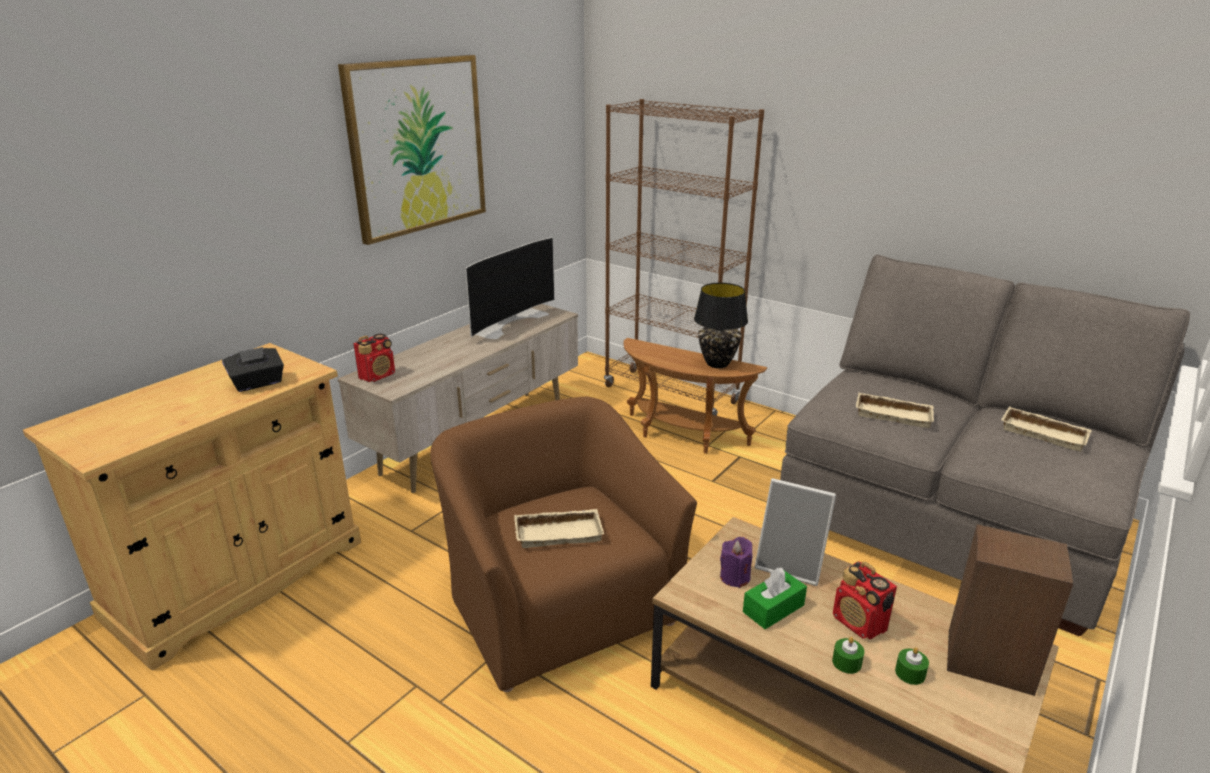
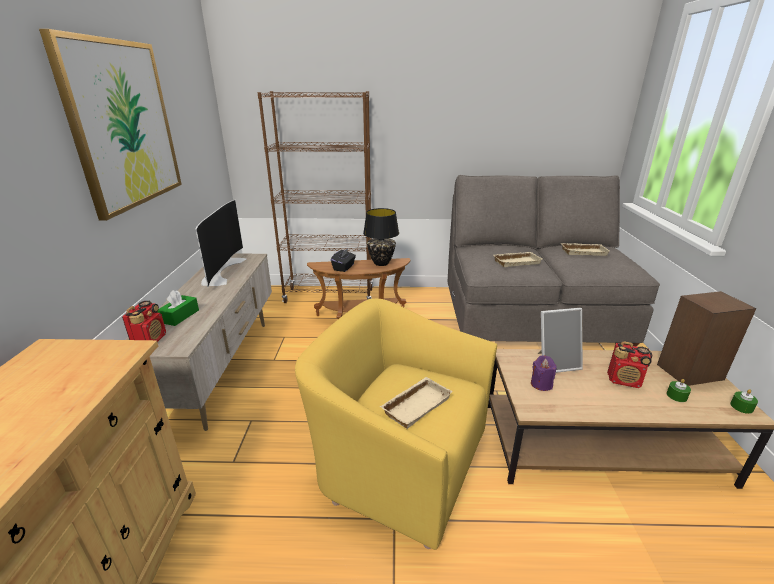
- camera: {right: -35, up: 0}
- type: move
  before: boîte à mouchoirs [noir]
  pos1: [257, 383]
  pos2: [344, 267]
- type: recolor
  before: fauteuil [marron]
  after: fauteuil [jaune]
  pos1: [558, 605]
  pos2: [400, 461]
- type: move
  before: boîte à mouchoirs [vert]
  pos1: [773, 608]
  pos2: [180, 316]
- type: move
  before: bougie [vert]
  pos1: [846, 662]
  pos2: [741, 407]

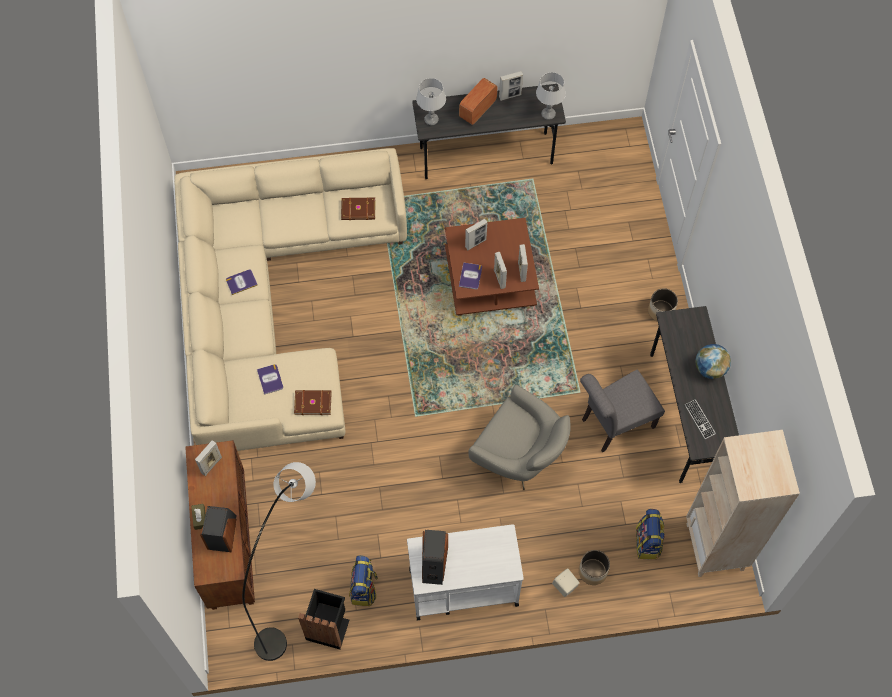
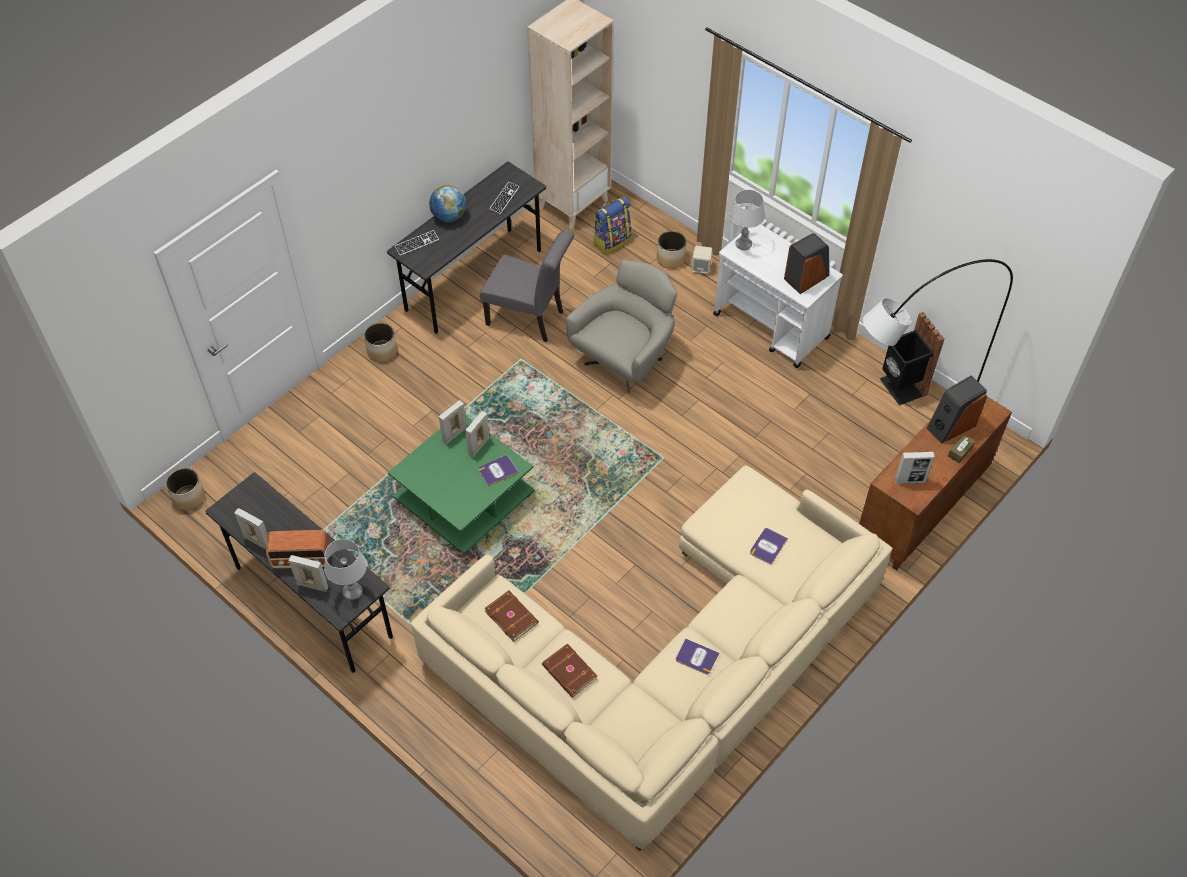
- camera: {right: -130, up: -10}
- type: move
  before: lampe de table [gris]
  pos1: [548, 114]
  pos2: [743, 244]
- type: recolor
  before: table basse [marron]
  after: table basse [vert]
  pos1: [489, 277]
  pos2: [464, 500]
- type: move
  before: cadre photo
  pos1: [475, 243]
  pos2: [312, 585]
- type: rotate
  before: fauteuil [gris]
  pos1: [519, 458]
  pos2: [625, 360]
  turn: 45
- type: move
  before: livre [marron]
  pos1: [312, 402]
  pos2: [569, 672]
- type: delete
  before: sac à dos
  pos1: [364, 588]
- type: insert
  after: clavier
  pos2: [417, 244]
- type: insert
  after: cache-pot
  pos2: [189, 497]

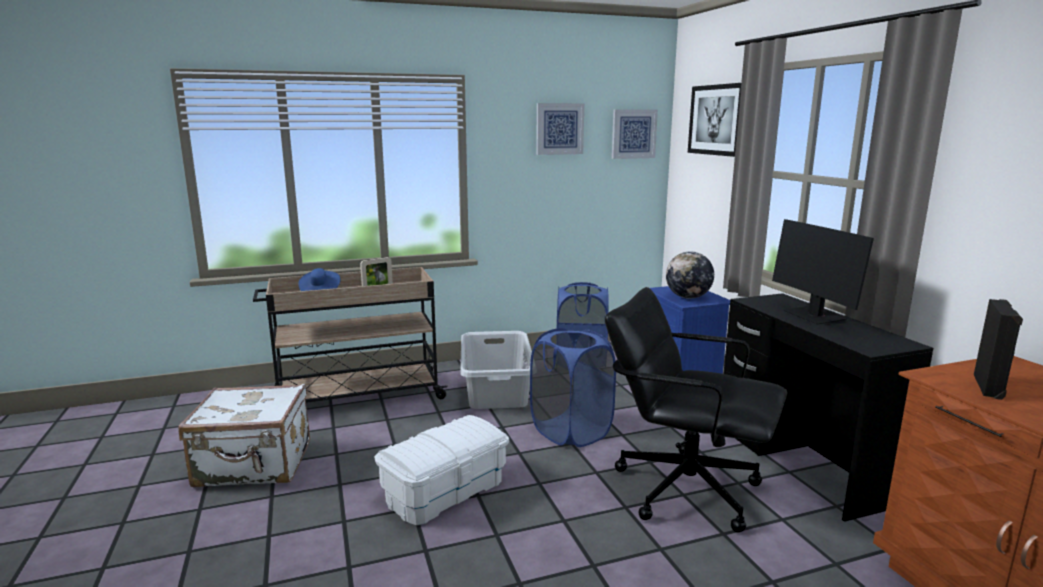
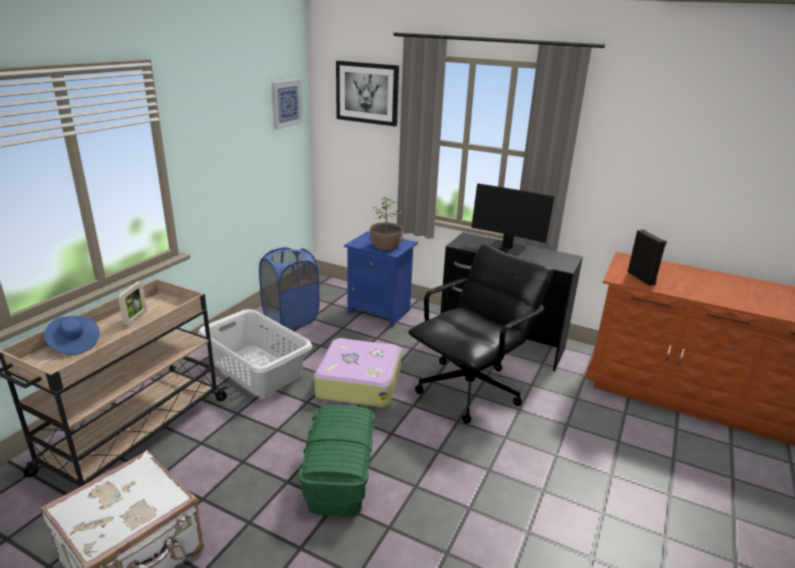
- camera: {right: -45, up: 10}
- type: delete
  before: tableau
  pos1: [559, 129]
- type: replace
  before: globe
  after: plante en pot
  pos1: [688, 297]
  pos2: [386, 246]
- type: rotate
  before: chaise de bureau [noir]
  pos1: [685, 488]
  pos2: [470, 390]
  turn: 150
- type: replace
  before: panier à linge [bleu]
  after: valise
  pos1: [570, 431]
  pos2: [359, 382]
- type: recolor
  before: boîte de rangement [blanc]
  after: boîte de rangement [vert]
  pos1: [445, 491]
  pos2: [339, 476]

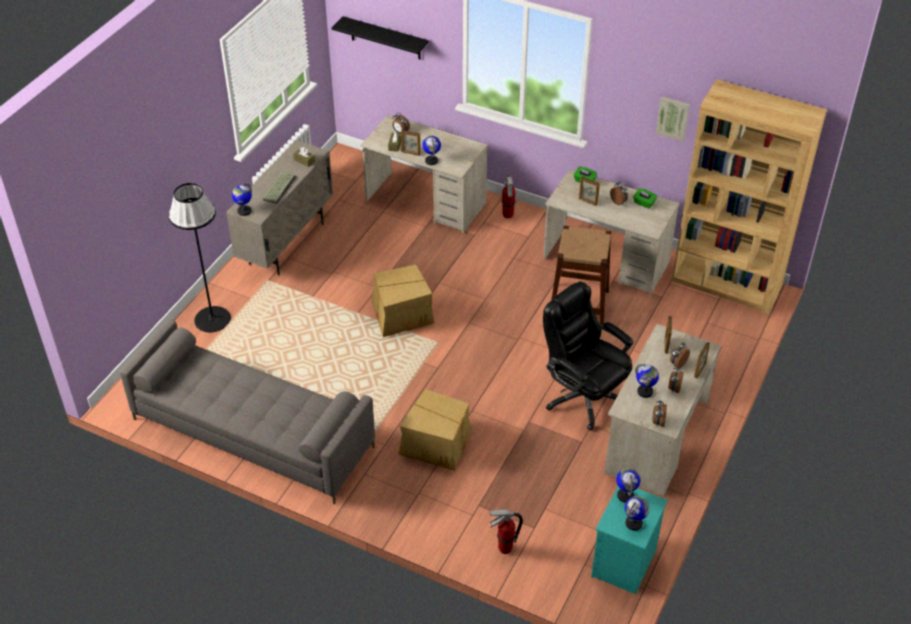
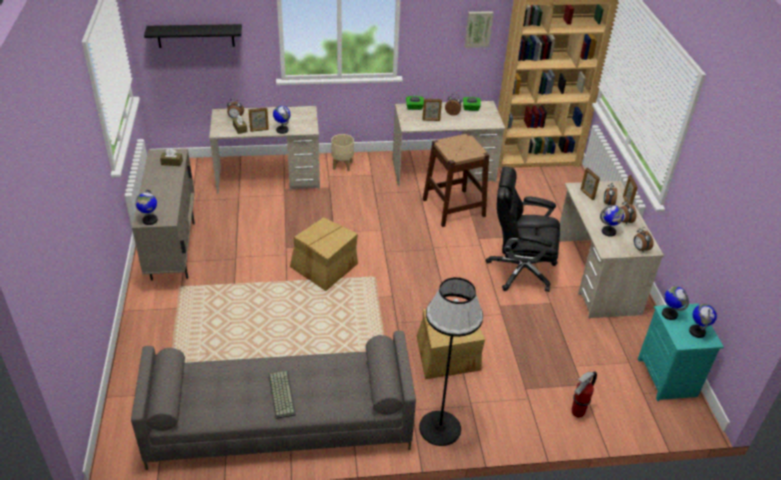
- camera: {right: -35, up: -5}
- type: move
  before: clavier
  pos1: [279, 188]
  pos2: [280, 394]
- type: replace
  before: extincteur
  after: cache-pot [beige]
  pos1: [508, 215]
  pos2: [342, 165]
- type: move
  before: lampadaire [noir]
  pos1: [212, 319]
  pos2: [440, 428]

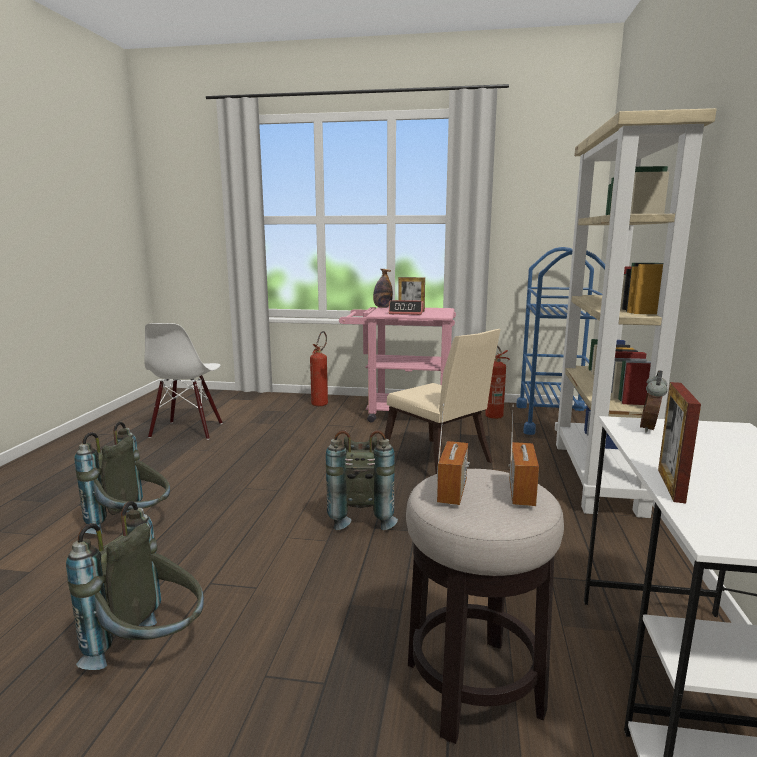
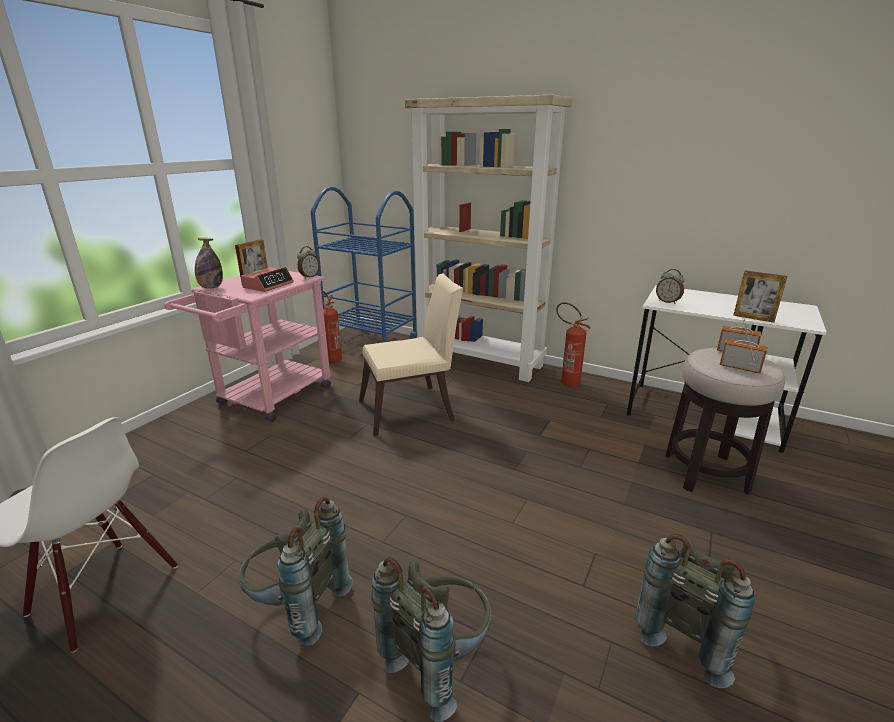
- camera: {right: -70, up: 10}
- type: move
  before: extincteur
  pos1: [321, 403]
  pos2: [566, 381]
- type: move
  before: sac à dos [gris]
  pos1: [361, 516]
  pos2: [297, 607]
- type: insert
  after: réveil
  pos2: [309, 277]

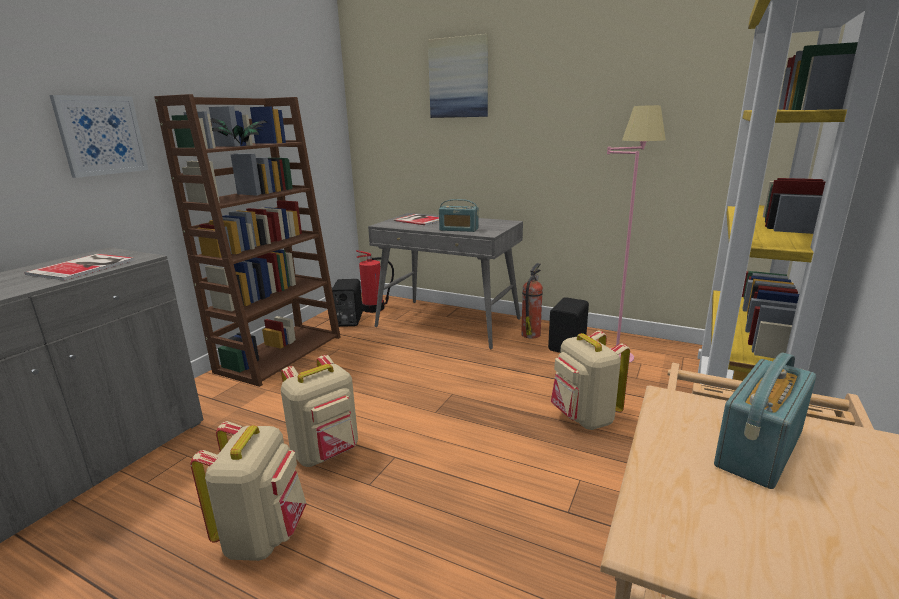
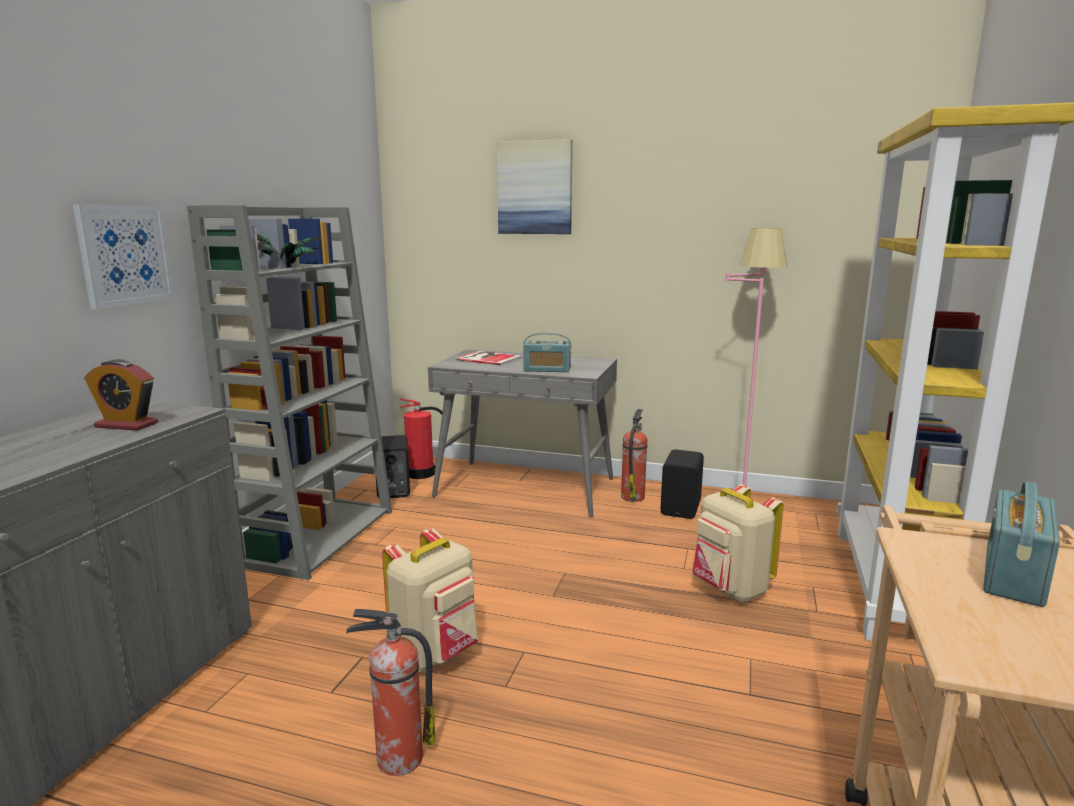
- camera: {right: -10, up: -5}
- type: recolor
  before: bibliothèque [marron]
  after: bibliothèque [gris]
  pos1: [280, 353]
  pos2: [319, 536]
- type: replace
  before: livre
  after: réveil
  pos1: [85, 266]
  pos2: [126, 425]
- type: replace
  before: sac à dos [beige]
  after: extincteur
  pos1: [264, 535]
  pos2: [397, 758]

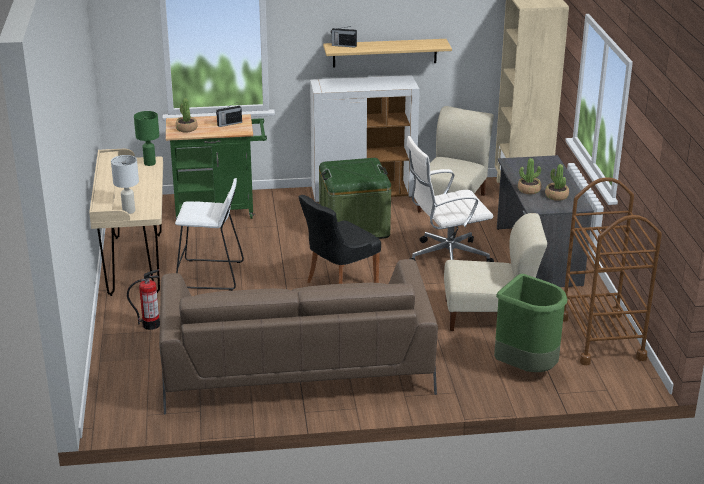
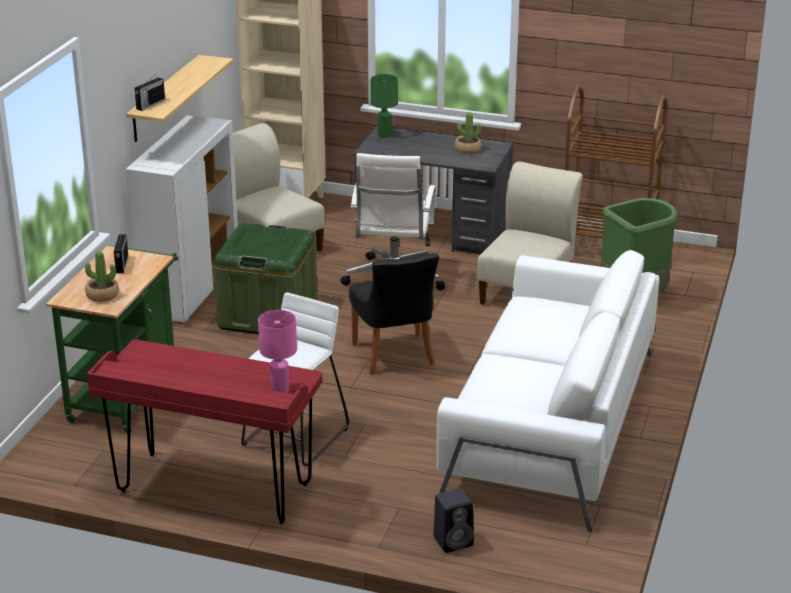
- camera: {right: -65, up: 0}
- type: move
  before: lampe de table [vert]
  pos1: [149, 163]
  pos2: [384, 135]
- type: recolor
  before: bureau [beige]
  after: bureau [rouge]
  pos1: [135, 264]
  pos2: [214, 489]
- type: recolor
  before: lampe de table [blanc]
  after: lampe de table [rose]
  pos1: [129, 211]
  pos2: [280, 390]
- type: delete
  before: plante en pot
  pos1: [529, 190]
- type: recolor
  before: canapé [marron]
  after: canapé [blanc]
  pos1: [296, 368]
  pos2: [551, 423]
- type: delete
  before: extincteur
  pos1: [151, 324]
- type: insert
  after: enceinte [noir]
  pos2: [454, 541]

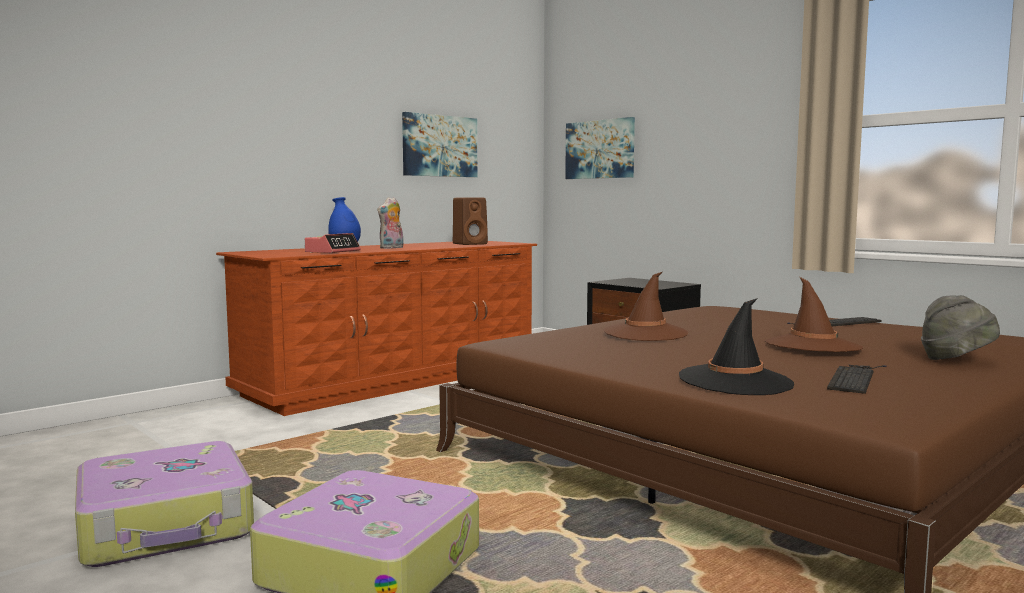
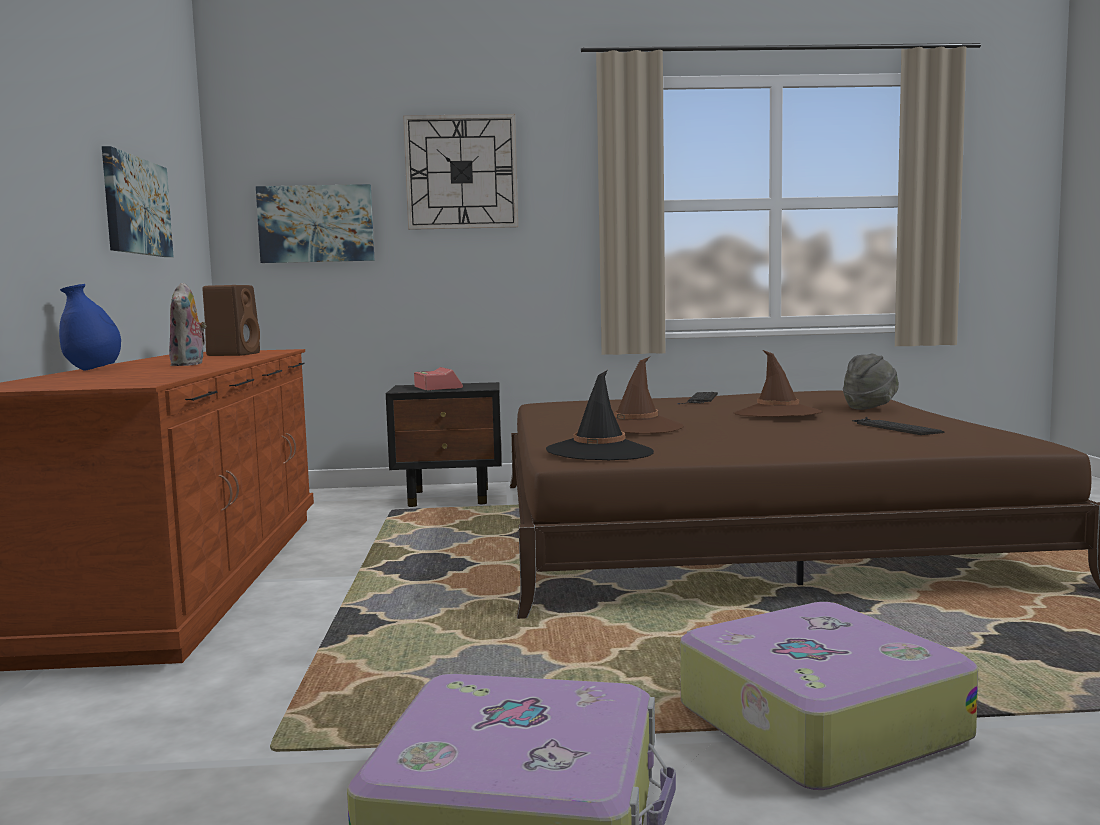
- camera: {right: -50, up: 0}
- type: move
  before: réveil
  pos1: [333, 251]
  pos2: [438, 388]
- type: move
  before: chapeau [noir]
  pos1: [735, 381]
  pos2: [600, 452]
- type: insert
  after: horloge murale
  pos2: [461, 172]

